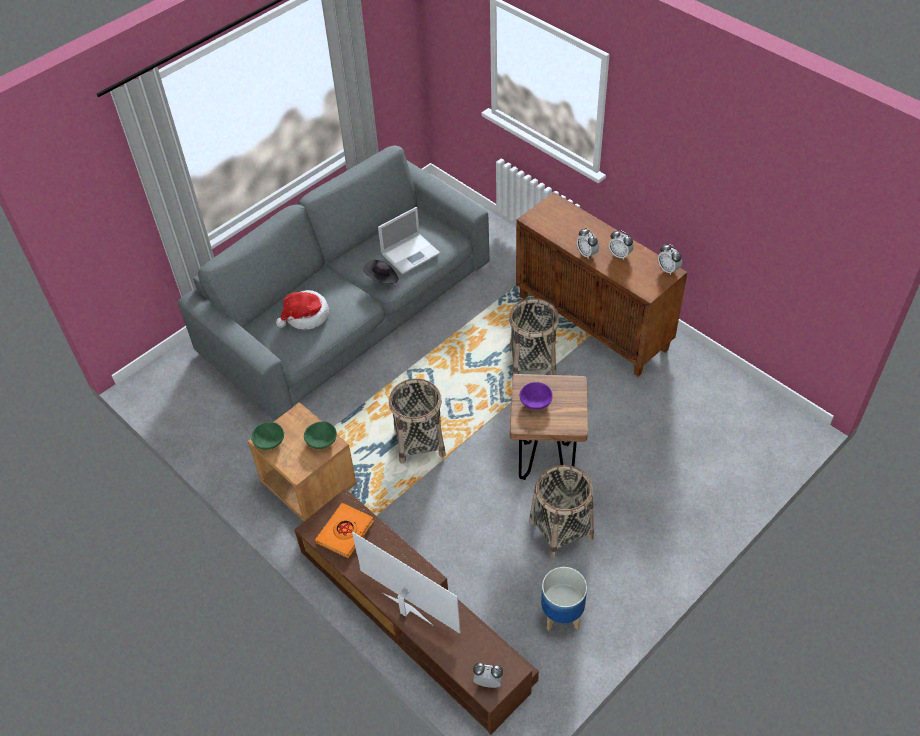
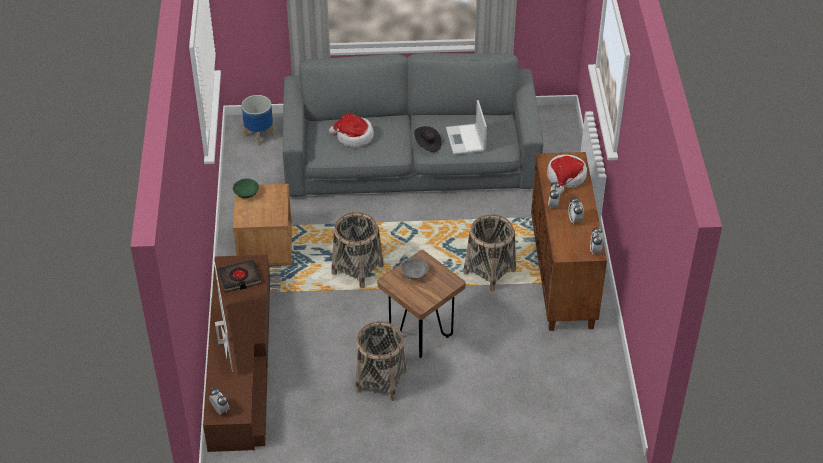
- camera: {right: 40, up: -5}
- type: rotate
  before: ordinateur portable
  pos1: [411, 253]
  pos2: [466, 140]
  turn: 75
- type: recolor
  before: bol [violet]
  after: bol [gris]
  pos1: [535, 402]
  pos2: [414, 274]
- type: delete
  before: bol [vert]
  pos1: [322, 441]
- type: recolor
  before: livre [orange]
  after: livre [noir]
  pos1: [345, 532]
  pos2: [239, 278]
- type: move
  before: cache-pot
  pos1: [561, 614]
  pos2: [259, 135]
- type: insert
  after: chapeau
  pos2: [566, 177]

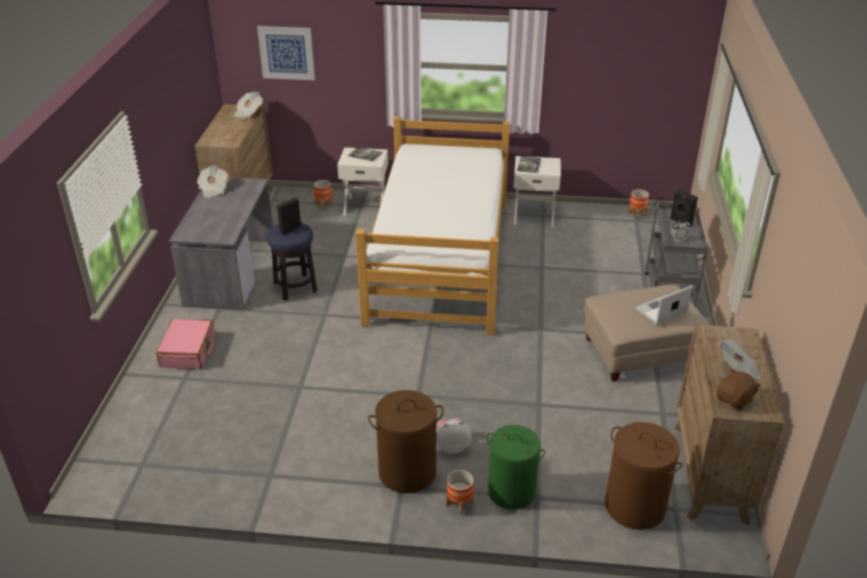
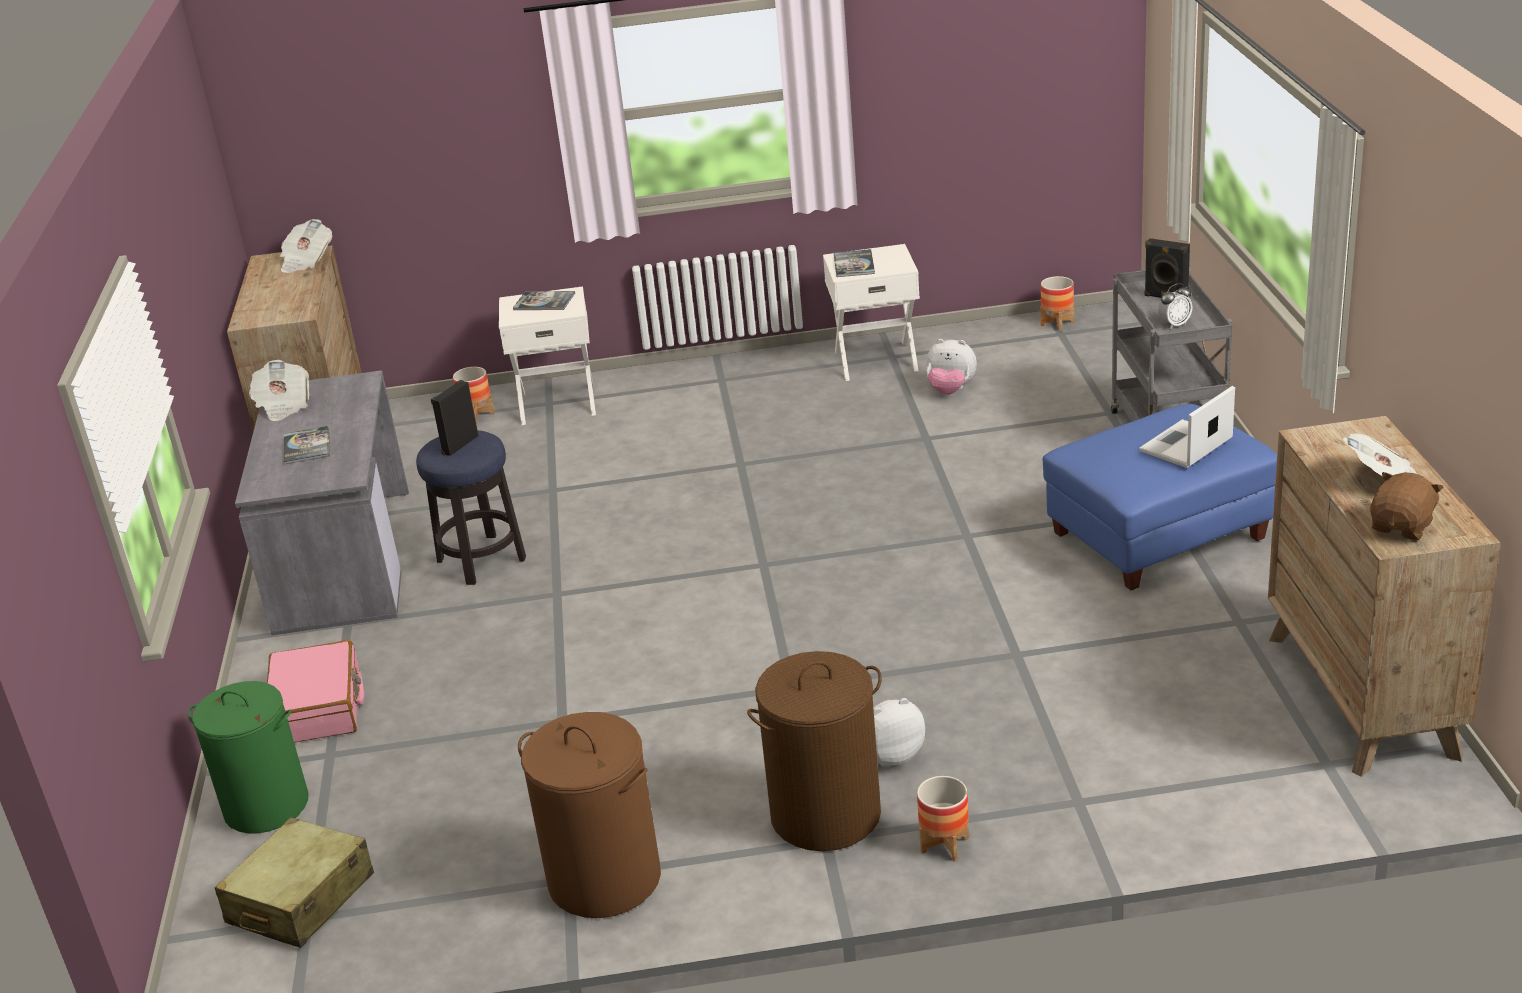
- camera: {right: -10, up: -5}
- type: delete
  before: tableau
  pos1: [286, 53]
- type: delete
  before: lit
  pos1: [440, 260]
- type: recolor
  before: pouf [beige]
  after: pouf [bleu]
  pos1: [640, 353]
  pos2: [1158, 537]
- type: move
  before: panier à linge [marron]
  pos1: [634, 507]
  pos2: [604, 879]
- type: move
  before: panier à linge [vert]
  pos1: [512, 492]
  pos2: [267, 806]
- type: insert
  after: peluche
  pos2: [951, 390]
- type: insert
  after: livre
  pos2: [307, 446]
- type: insert
  after: valise [beige]
  pos2: [300, 900]

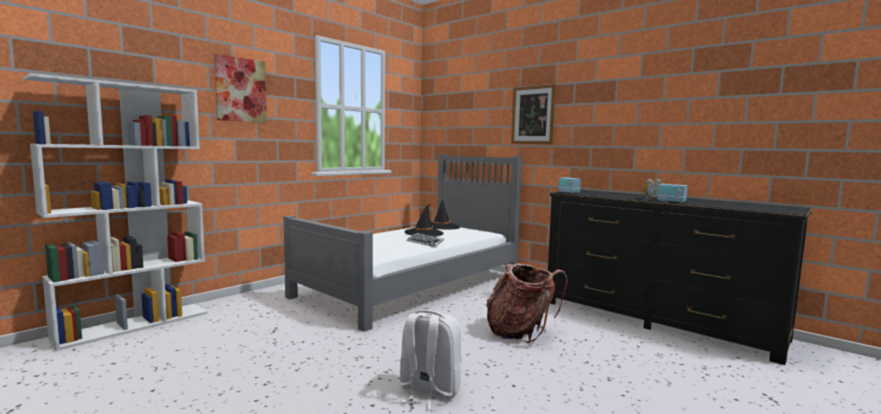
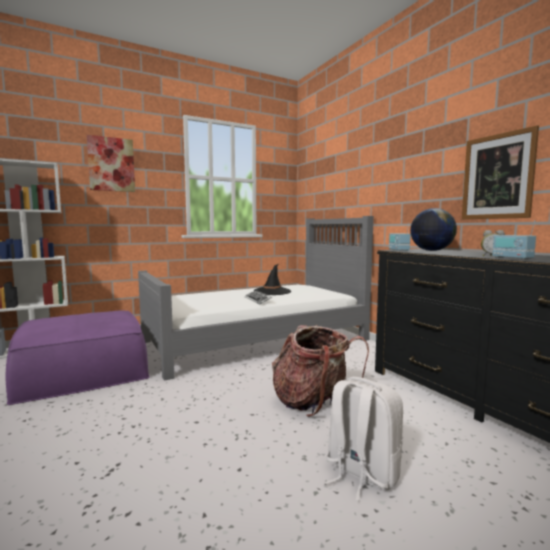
- camera: {right: 20, up: 0}
- type: move
  before: tableau
  pos1: [533, 115]
  pos2: [497, 177]
- type: delete
  before: chapeau [noir]
  pos1: [442, 226]
- type: move
  before: sac à dos [blanc]
  pos1: [428, 391]
  pos2: [361, 473]
- type: insert
  after: globe
  pos2: [431, 251]
- type: insert
  after: pouf [violet]
  pos2: [83, 369]

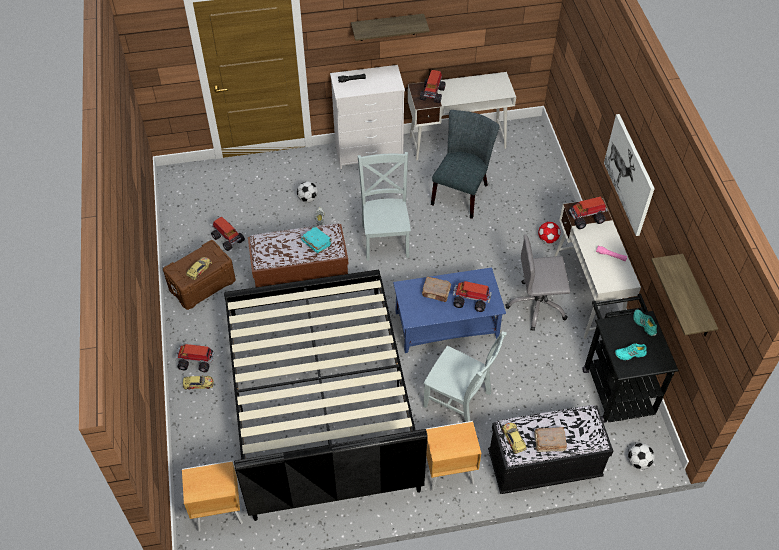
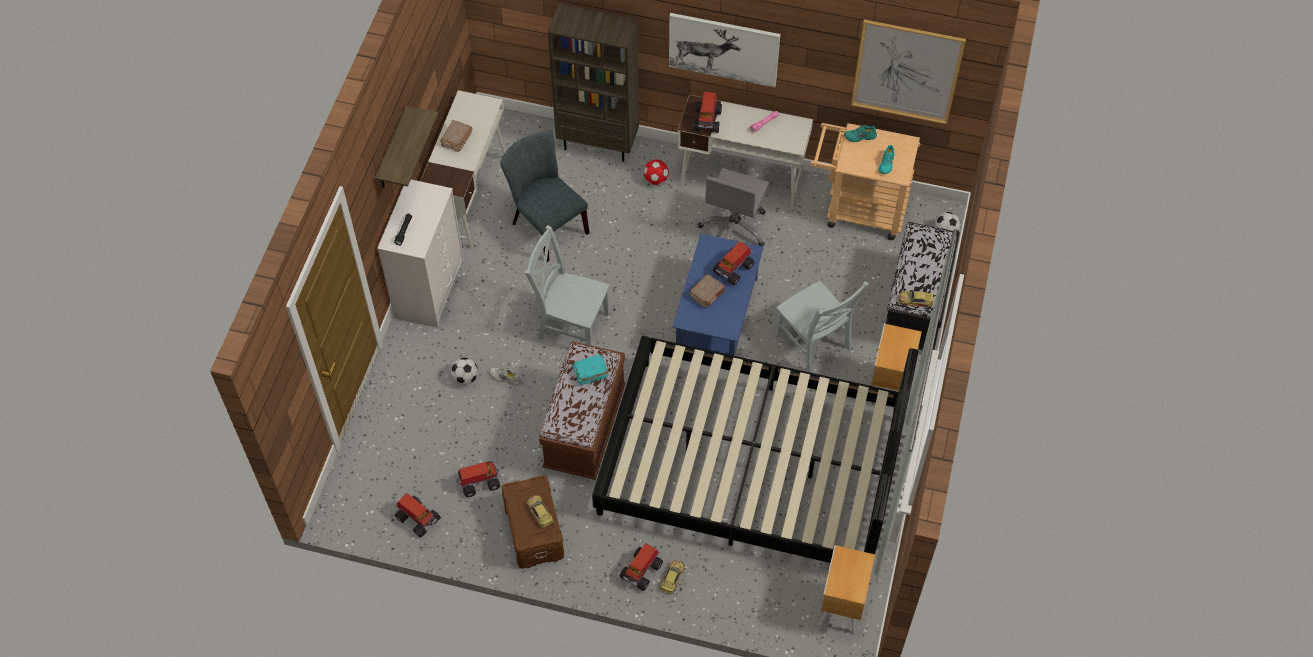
- camera: {right: -65, up: 5}
- type: move
  before: camion jouet
  pos1: [432, 93]
  pos2: [417, 518]
- type: replace
  before: étagère
  after: tableau
  pos1: [696, 299]
  pos2: [906, 71]
- type: recolor
  before: chariot [noir]
  after: chariot [beige]
  pos1: [615, 385]
  pos2: [858, 209]
- type: rotate
  before: chaise [gris]
  pos1: [459, 401]
  pos2: [814, 344]
  turn: 90
- type: move
  before: livre [marron]
  pos1: [549, 442]
  pos2: [456, 140]
- type: insert
  after: bibliothèque [marron]
  pos2: [598, 143]

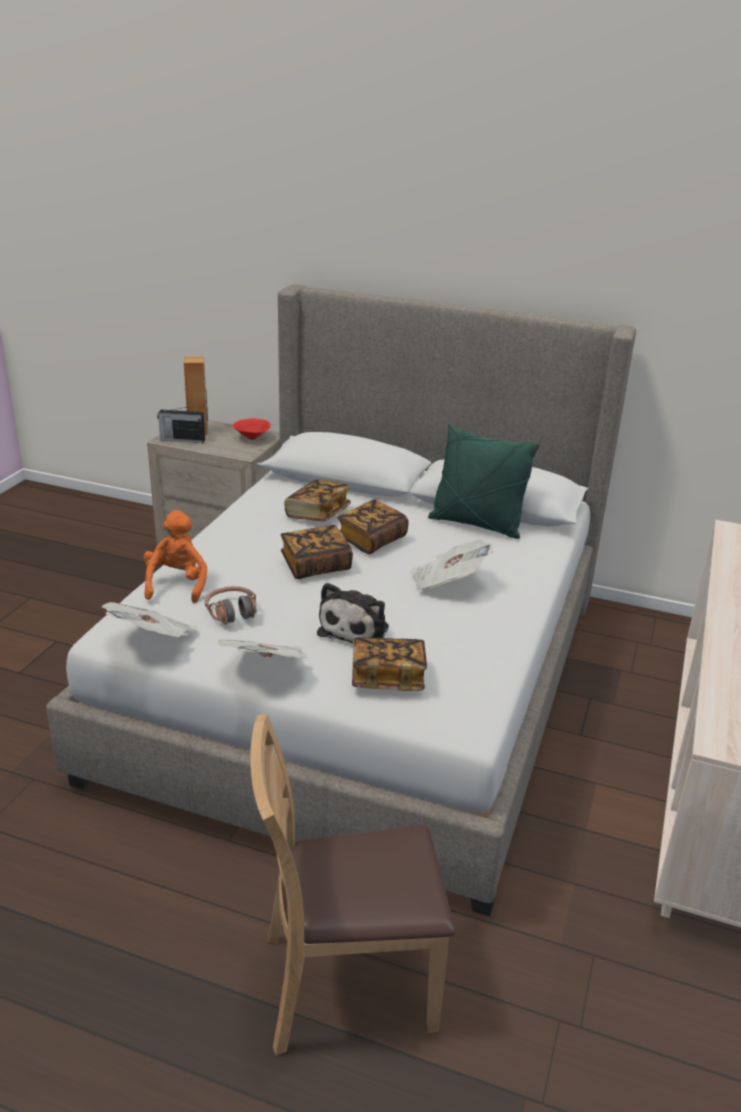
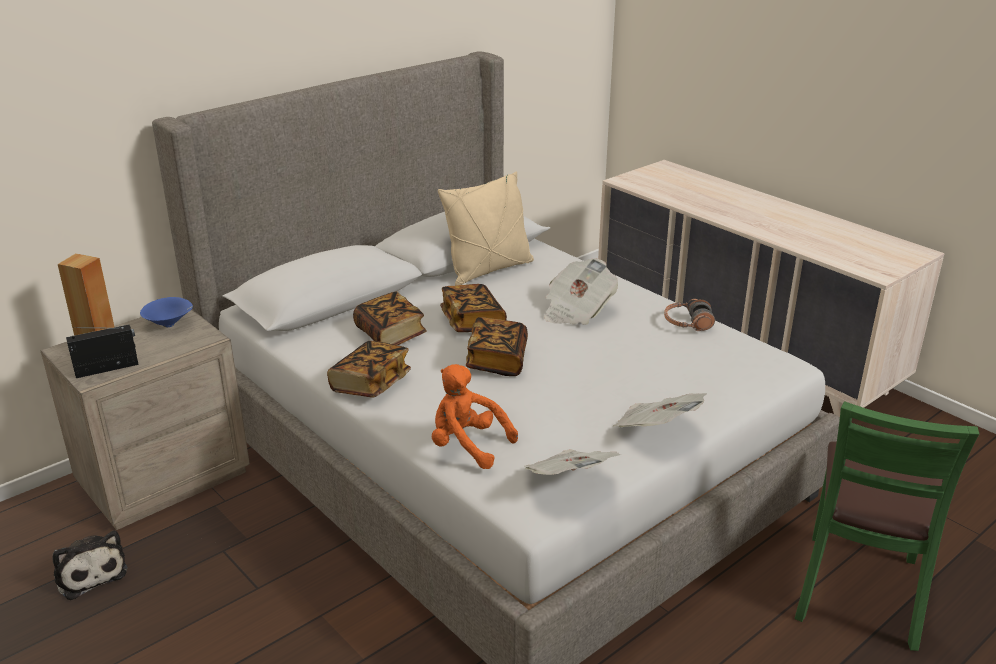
- camera: {right: -60, up: 0}
- type: rotate
  before: radio
  pos1: [181, 440]
  pos2: [108, 368]
  turn: -150
- type: recolor
  before: bol [rouge]
  after: bol [bleu]
  pos1: [252, 438]
  pos2: [170, 324]
- type: recolor
  before: coussin [vert]
  after: coussin [beige]
  pos1: [476, 524]
  pos2: [488, 270]
- type: move
  before: peluche
  pos1: [356, 629]
  pos2: [90, 572]
- type: move
  before: casque audio
  pos1: [232, 612]
  pos2: [688, 324]
- type: move
  before: livre
  pos1: [387, 678]
  pos2: [370, 384]
- type: recolor
  before: chaise [marron]
  after: chaise [vert]
  pos1: [346, 984]
  pos2: [858, 591]

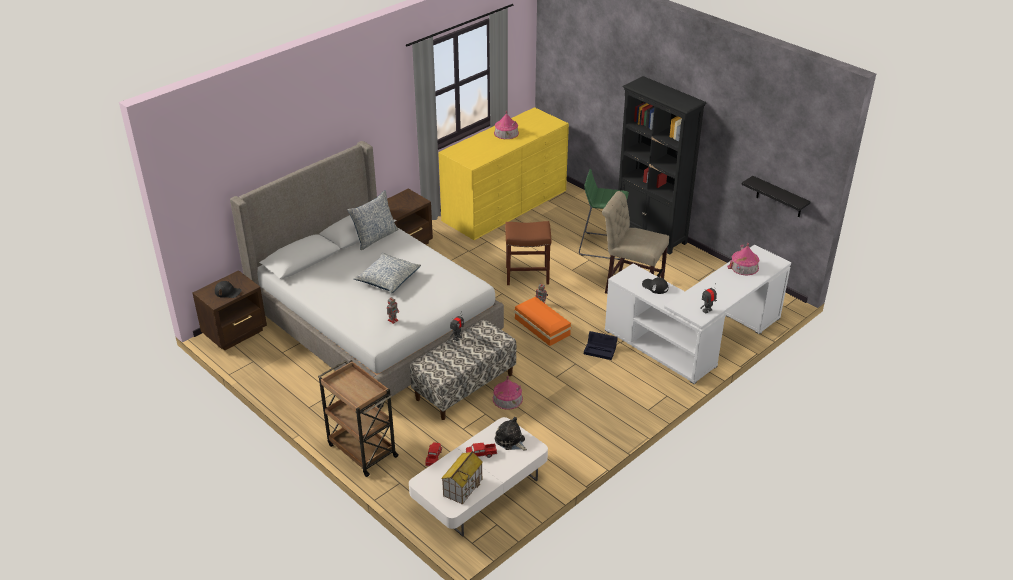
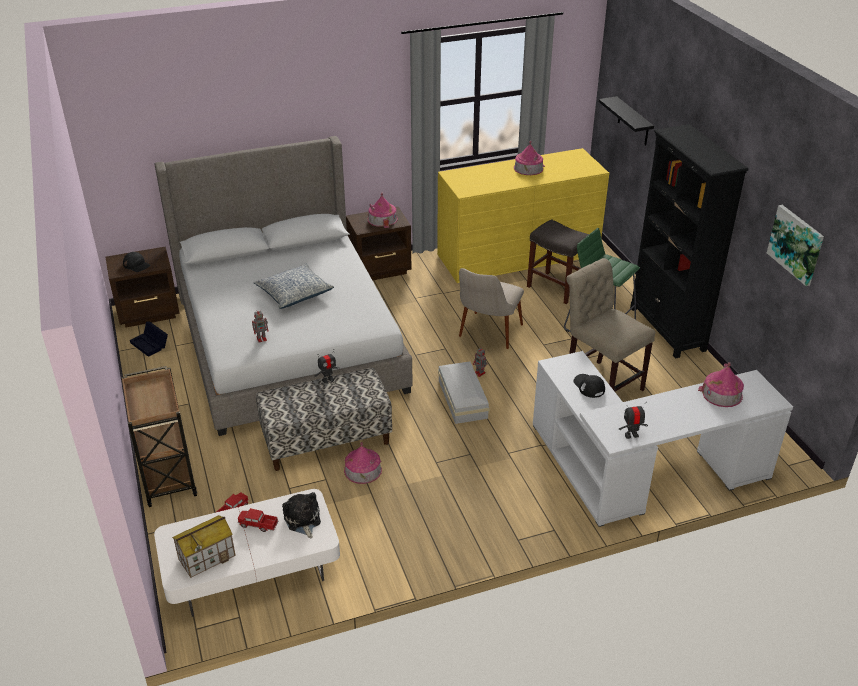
- camera: {right: 25, up: 0}
- type: move
  before: étagère [noir]
  pos1: [779, 197]
  pos2: [633, 122]
- type: delete
  before: coussin
  pos1: [375, 237]
- type: replace
  before: tabouret [marron]
  after: chaise [beige]
  pos1: [526, 275]
  pos2: [487, 336]
- type: recolor
  before: boîte de rangement [orange]
  after: boîte de rangement [blanc]
  pos1: [542, 326]
  pos2: [463, 398]
- type: move
  before: boîte de rangement [noir]
  pos1: [601, 350]
  pos2: [151, 344]
- type: insert
  after: maison miniature
  pos2: [382, 219]
- type: insert
  after: tableau
  pos2: [796, 244]
- type: insert
  after: tabouret [gris]
  pos2: [557, 288]

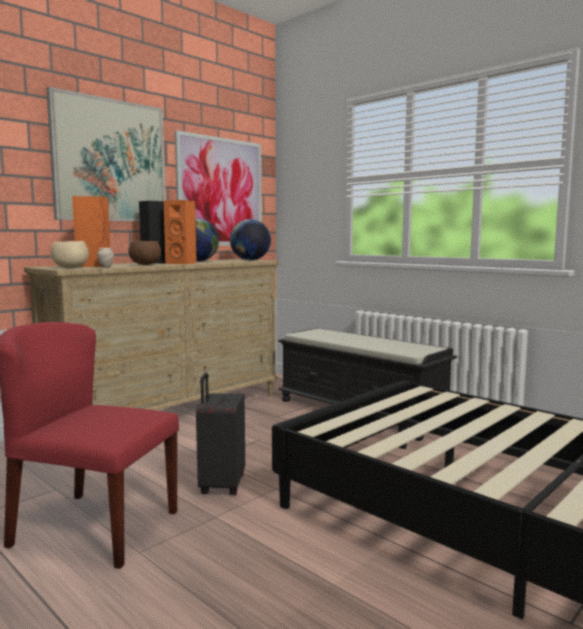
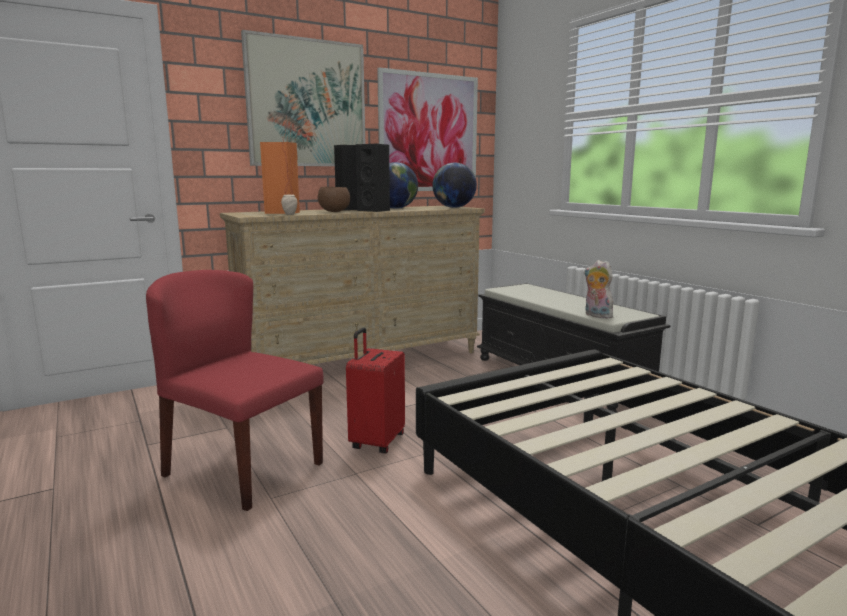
- camera: {right: 15, up: 5}
- type: recolor
  before: enceinte [orange]
  after: enceinte [noir]
  pos1: [183, 263]
  pos2: [375, 210]
- type: delete
  before: bol [beige]
  pos1: [71, 268]
- type: recolor
  before: valise [noir]
  after: valise [rouge]
  pos1: [221, 485]
  pos2: [376, 442]
- type: insert
  after: peluche
  pos2: [596, 315]

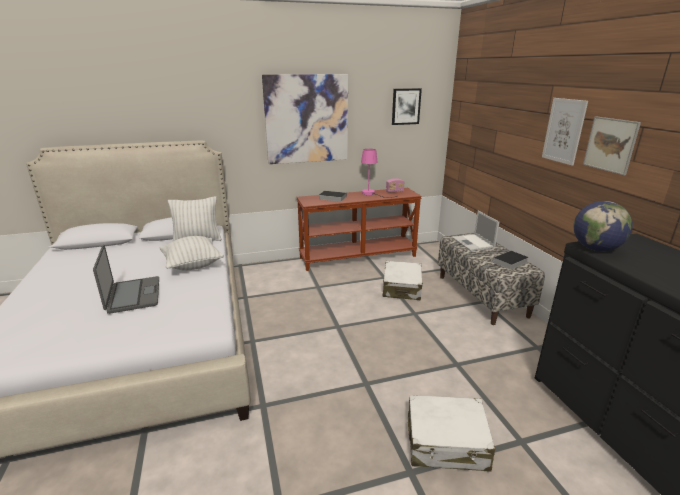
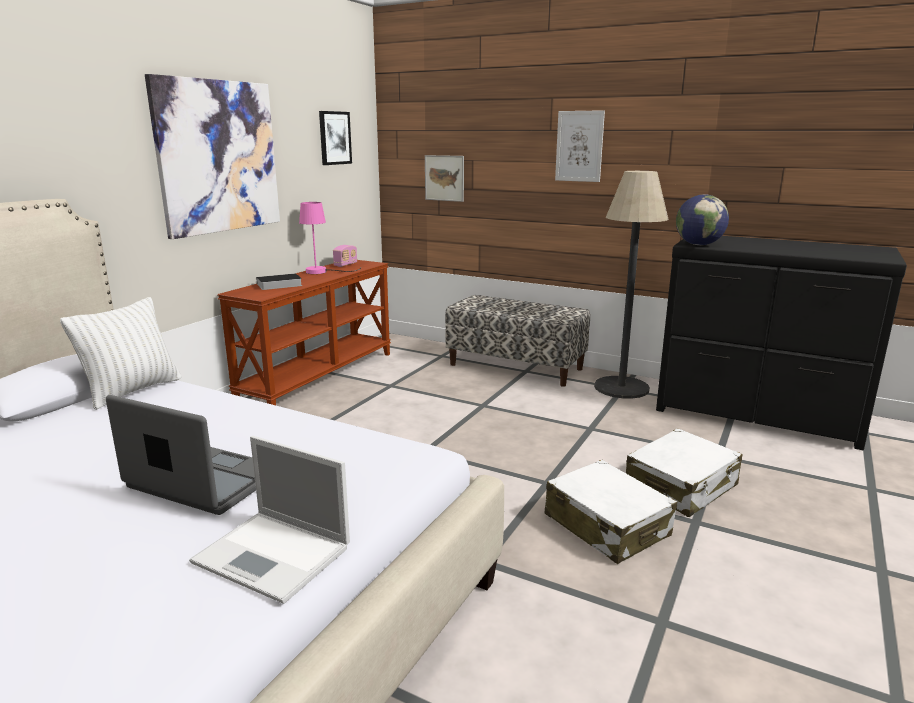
- camera: {right: -45, up: -5}
- type: move
  before: tableau
  pos1: [610, 145]
  pos2: [444, 178]
- type: move
  before: ordinateur portable
  pos1: [473, 243]
  pos2: [274, 555]
- type: delete
  before: coussin [blanc]
  pos1: [193, 265]
- type: delete
  before: livre
  pos1: [509, 262]
- type: move
  before: valise [blanc]
  pos1: [402, 288]
  pos2: [606, 525]
- type: insert
  after: lampadaire
  pos2: [621, 388]

